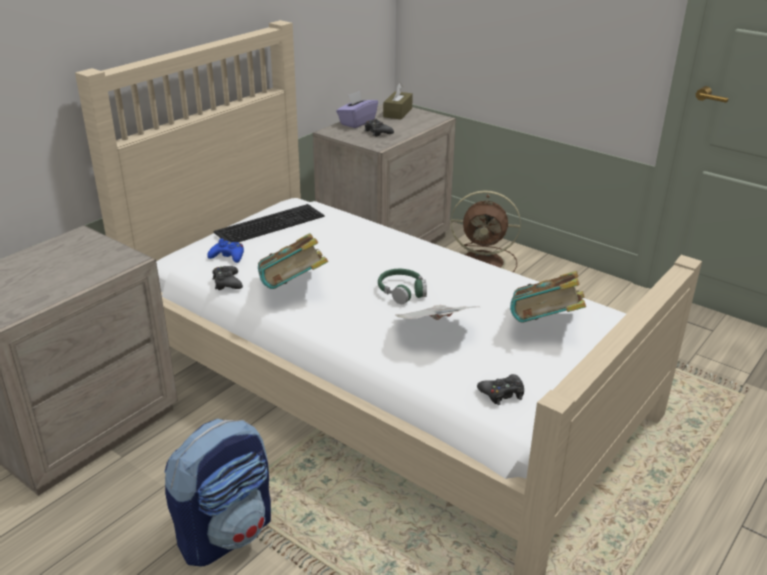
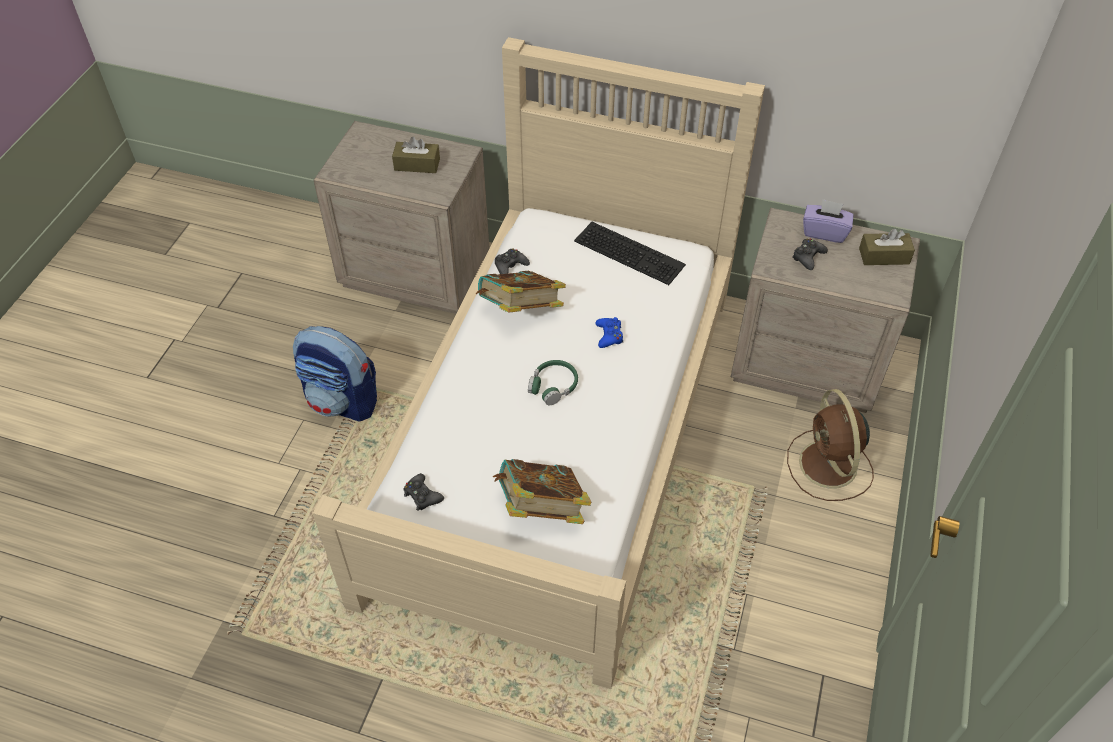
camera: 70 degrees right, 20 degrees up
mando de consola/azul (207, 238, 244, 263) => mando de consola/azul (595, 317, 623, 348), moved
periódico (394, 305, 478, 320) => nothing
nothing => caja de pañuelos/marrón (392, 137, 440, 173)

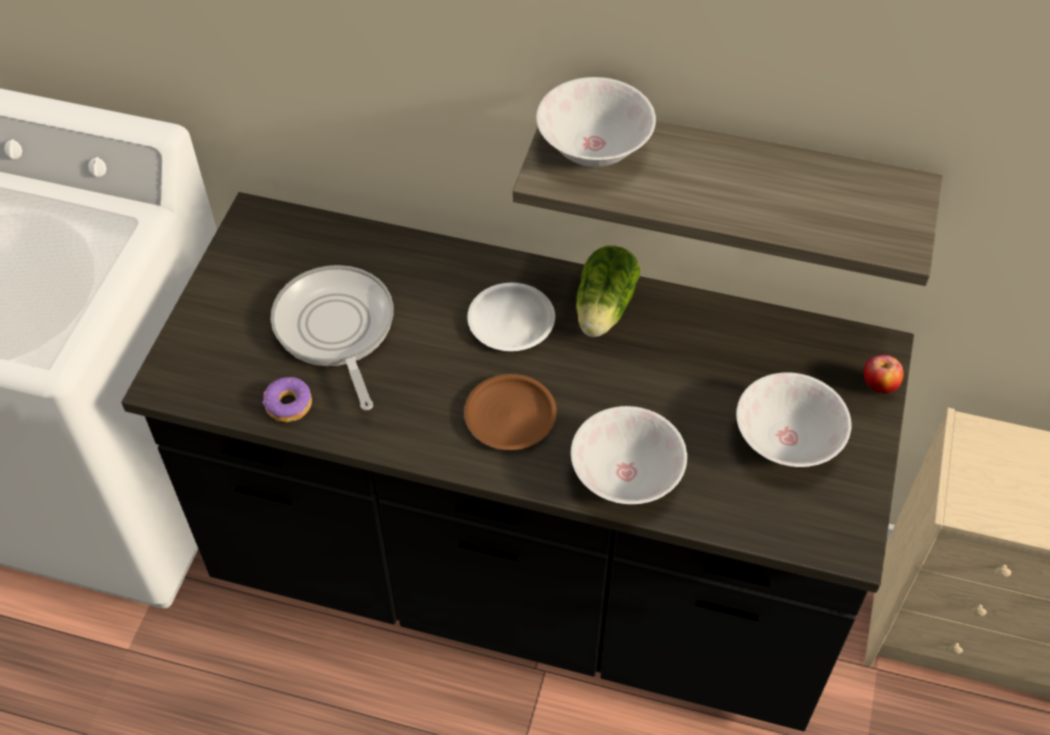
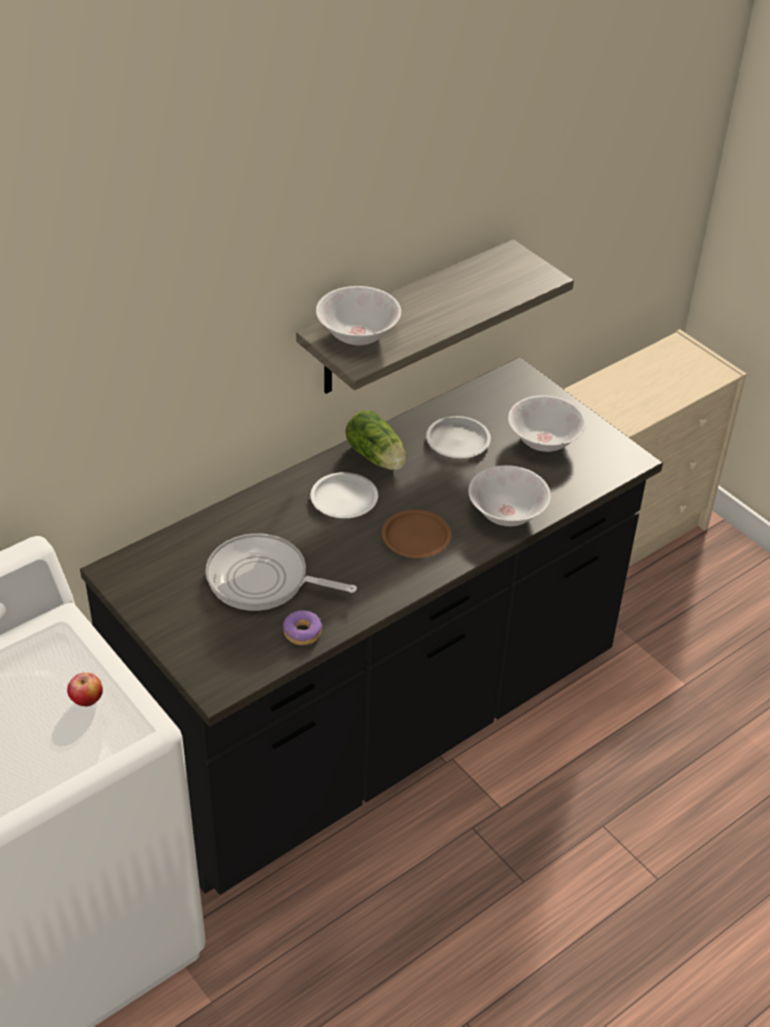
camera: 55 degrees left, 10 degrees down
manzana (864, 355, 904, 395) => manzana (67, 672, 103, 707), moved
nothing => plato/blanco (426, 416, 491, 458)

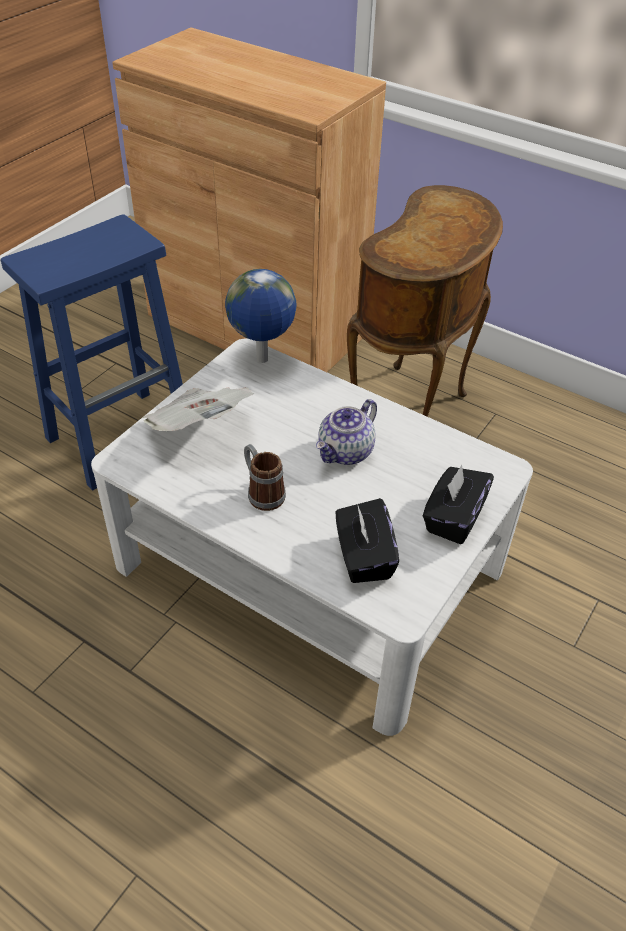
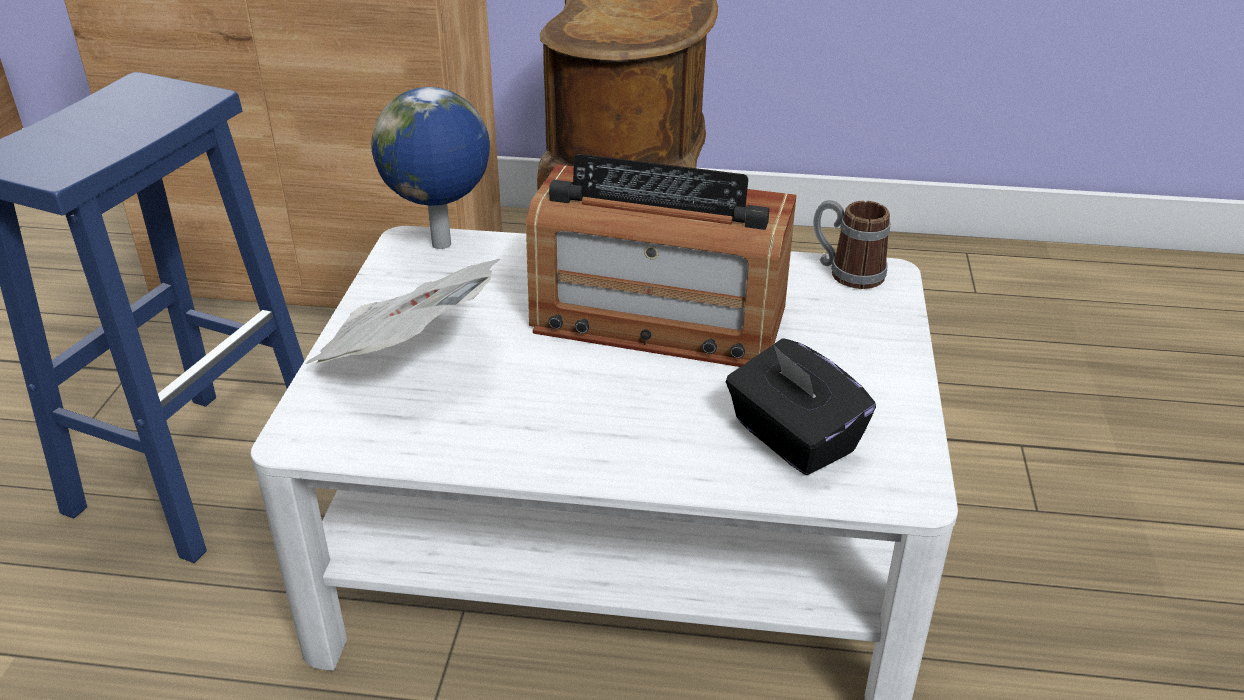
camera: 25 degrees left, 10 degrees down
tetera (316, 399, 377, 465) => radio (526, 154, 796, 367)
taza grande (244, 444, 286, 511) => taza grande (813, 200, 890, 289), moved
caja de pañuelos/negro (423, 465, 494, 544) => nothing

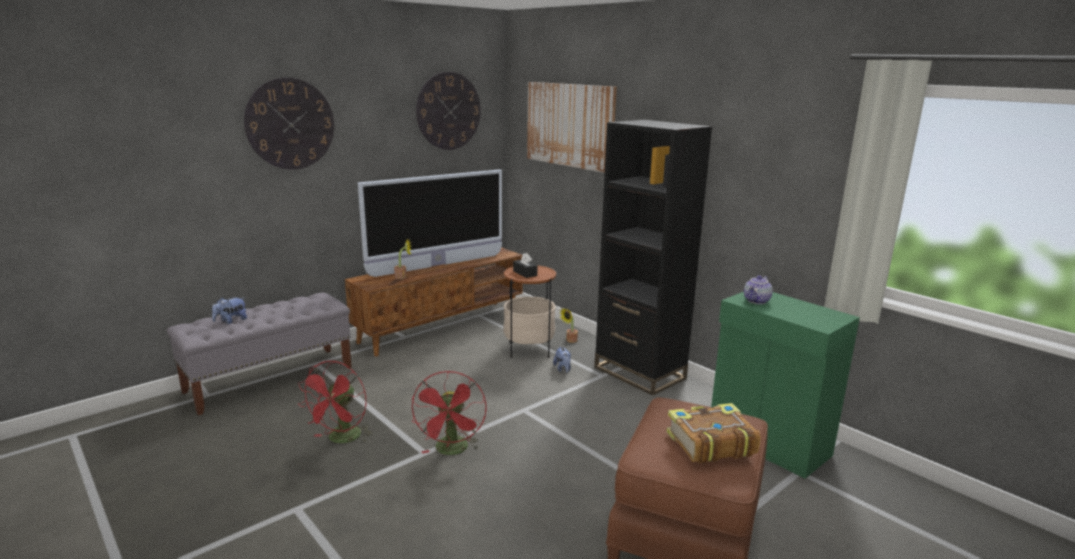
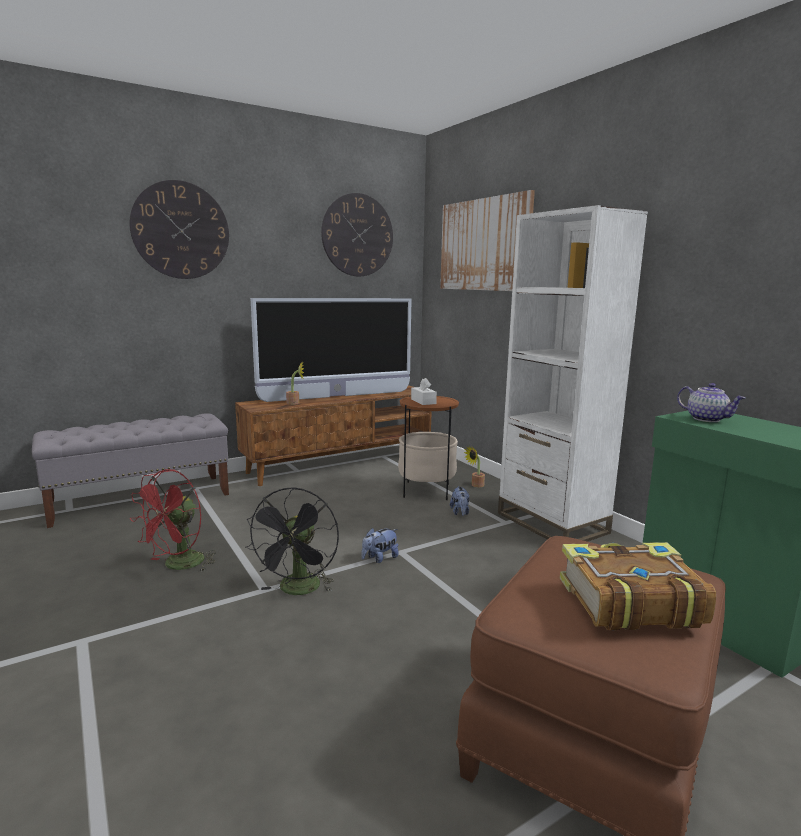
camera: 10 degrees right, 5 degrees down
estantería/negro (594, 120, 712, 395) => estantería/blanco (498, 205, 648, 542)
caja de pañuelos/negro (513, 253, 537, 278) => caja de pañuelos/blanco (411, 378, 437, 405)
tetera (744, 275, 773, 304) => tetera (677, 383, 745, 422), 90 degrees counterclockwise
peluche (212, 297, 247, 324) => peluche (361, 528, 399, 563), moved
ventilador/rojo (411, 371, 487, 455) => ventilador/negro (246, 487, 339, 595)

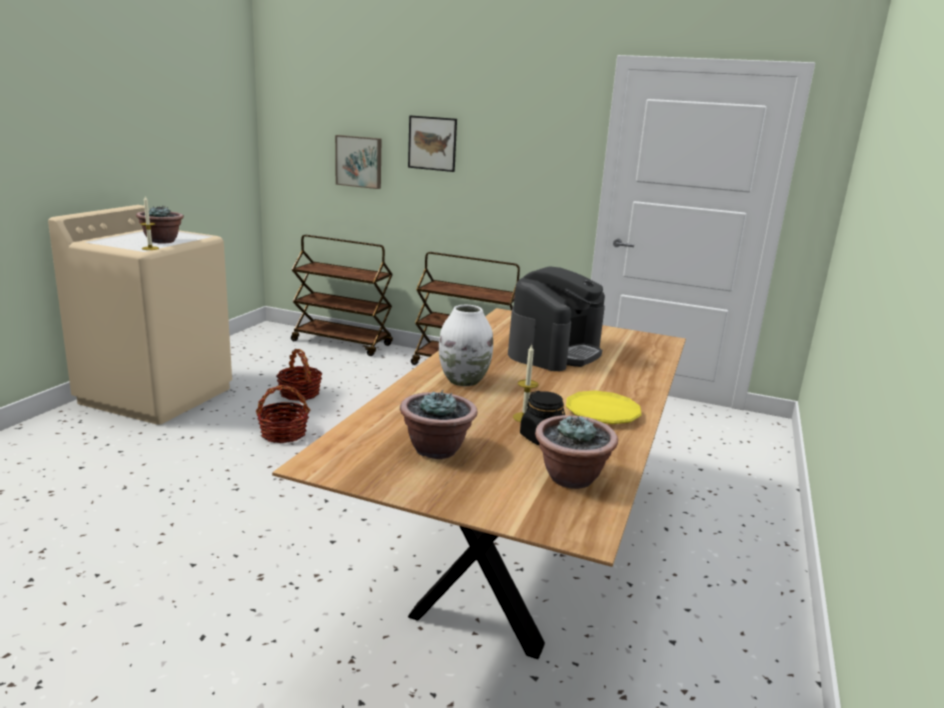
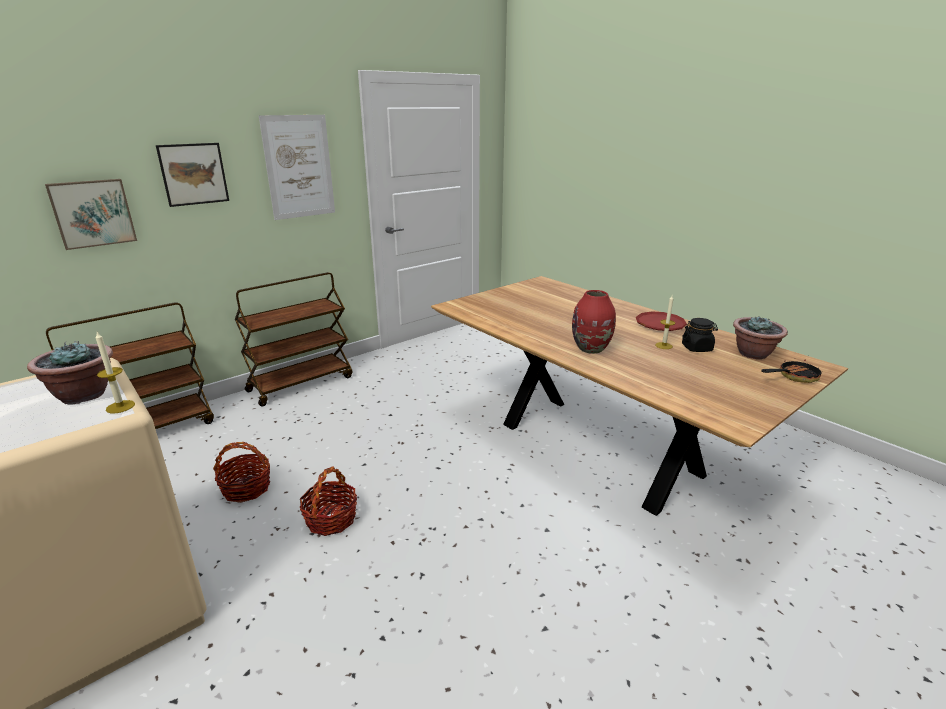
camera: 60 degrees left, 5 degrees up
cafetera (508, 266, 605, 371) => nothing
florero/blanco (439, 305, 493, 386) => florero/rojo (572, 290, 616, 354)
planta en maceta (400, 389, 478, 459) => nothing
plato/amarillo (566, 390, 642, 424) => plato/rojo (636, 311, 687, 331)
nothing => cuadro (259, 115, 335, 220)
nothing => sartén (761, 358, 823, 383)

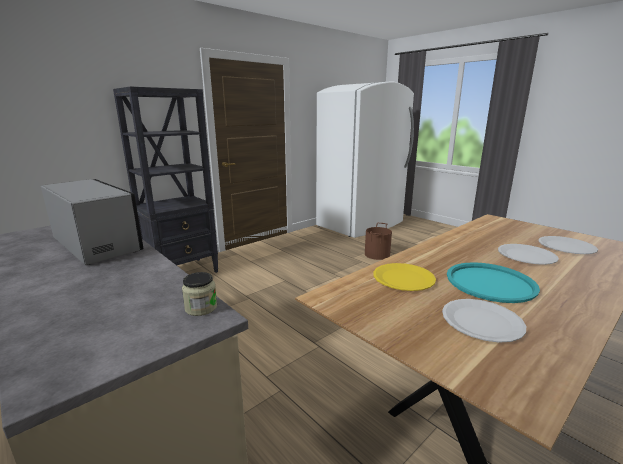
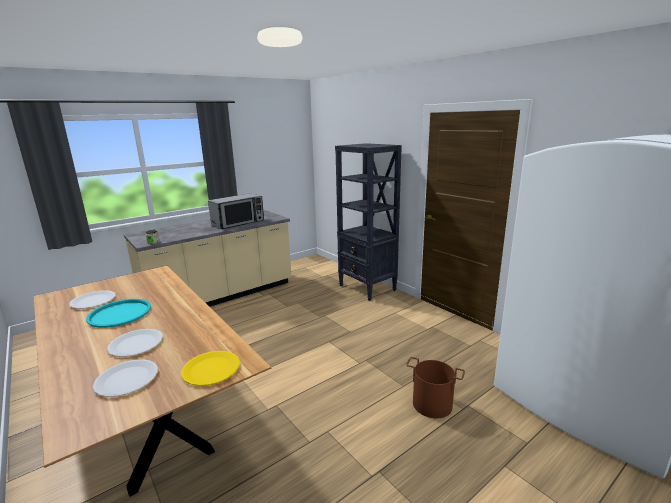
camera: 95 degrees right, 0 degrees up
plato/amarillo (373, 263, 436, 291) => plato/amarillo (181, 351, 240, 386), moved

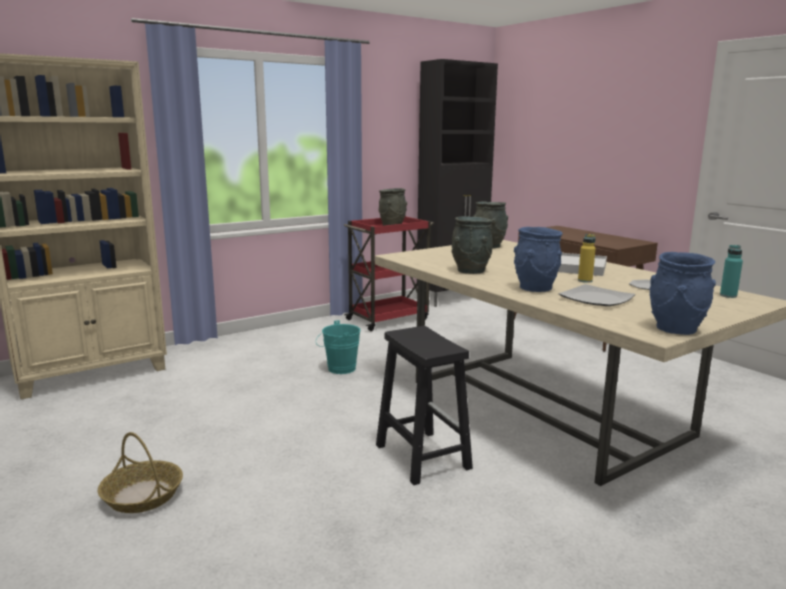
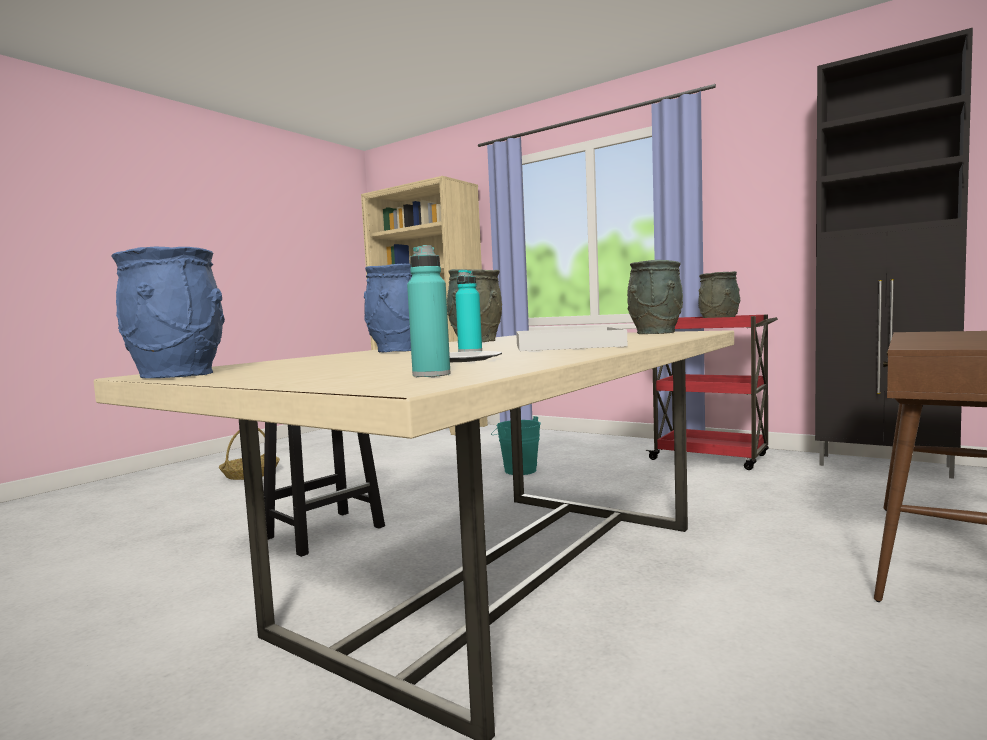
camera: 70 degrees right, 10 degrees down
botella/amarillo (578, 234, 596, 283) => botella/turquesa (455, 270, 482, 352)
plato (558, 284, 635, 306) => nothing

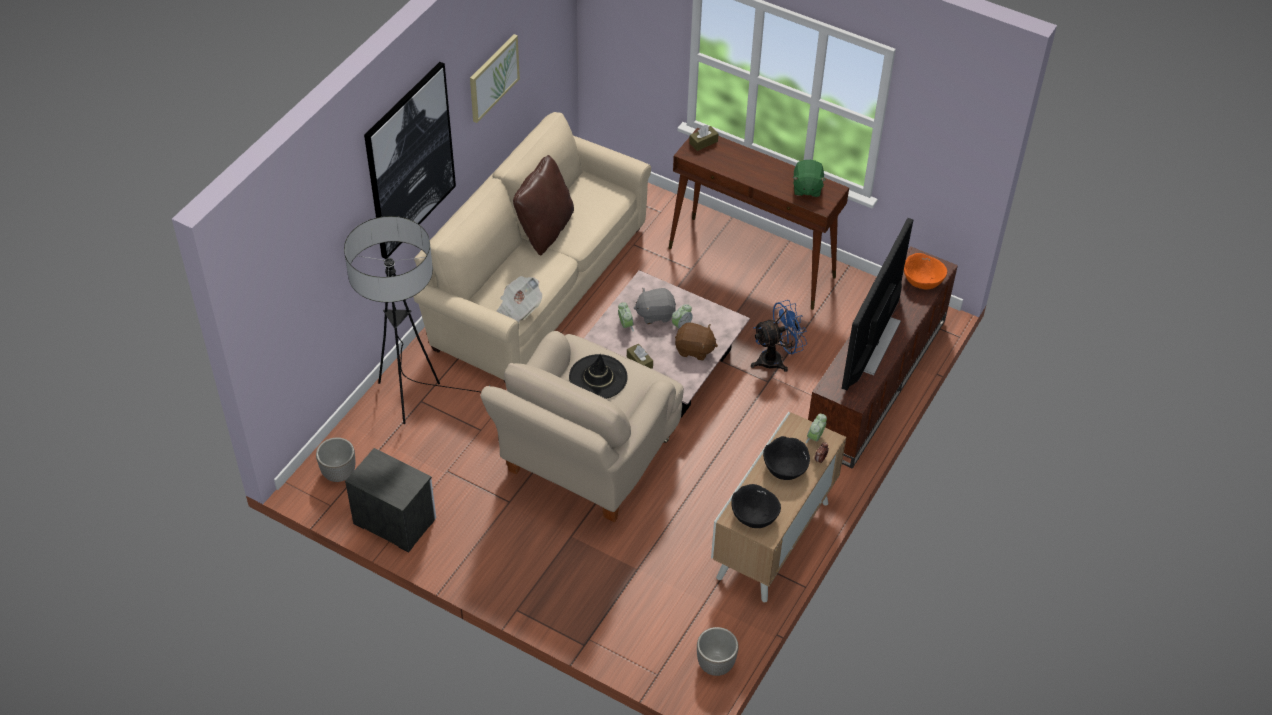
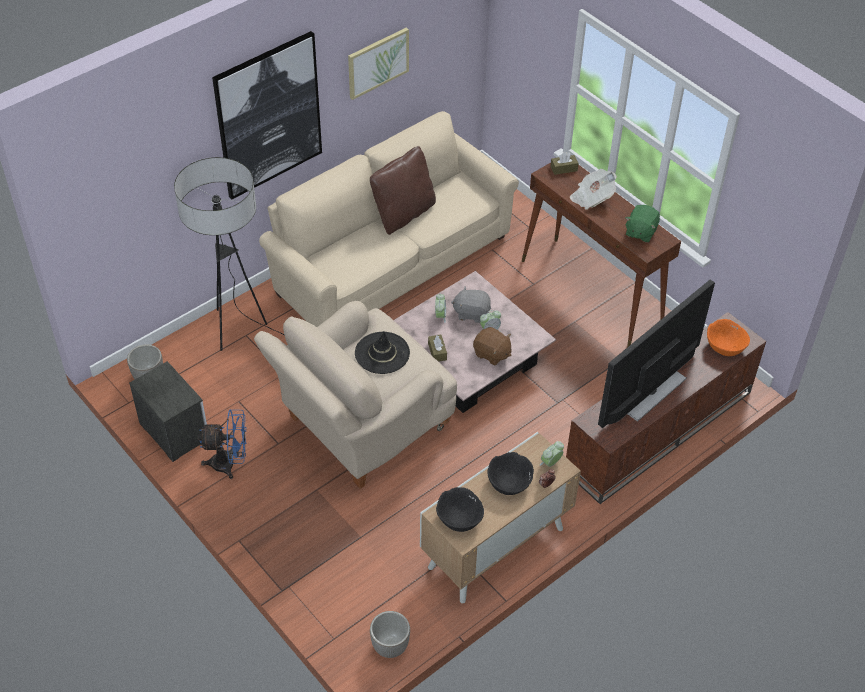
camera: 20 degrees right, 0 degrees up
periódico (496, 276, 542, 323) => periódico (570, 169, 617, 210), moved
ventilador/azul (751, 300, 807, 372) => ventilador/azul (198, 409, 247, 479), moved

